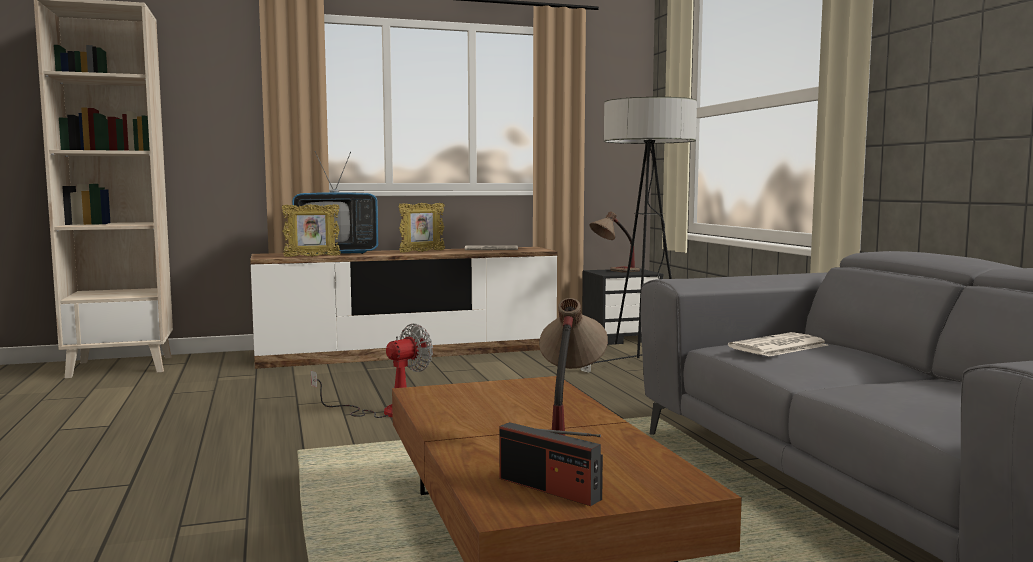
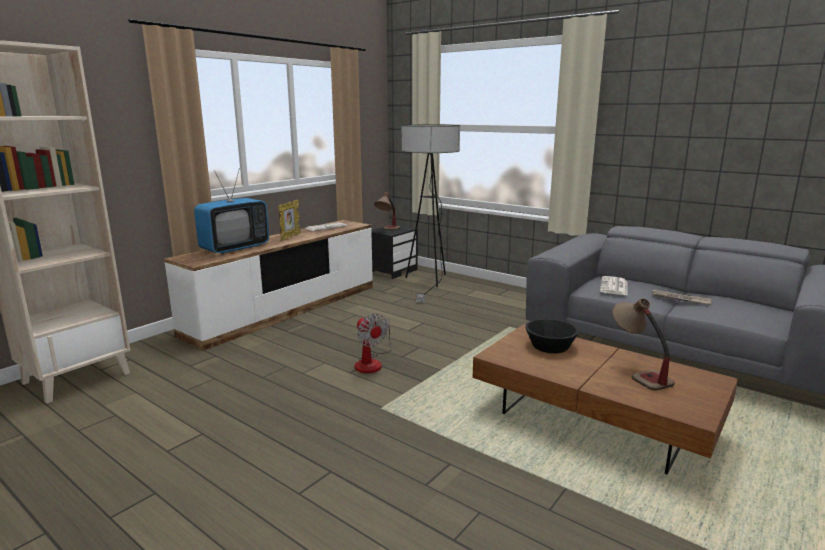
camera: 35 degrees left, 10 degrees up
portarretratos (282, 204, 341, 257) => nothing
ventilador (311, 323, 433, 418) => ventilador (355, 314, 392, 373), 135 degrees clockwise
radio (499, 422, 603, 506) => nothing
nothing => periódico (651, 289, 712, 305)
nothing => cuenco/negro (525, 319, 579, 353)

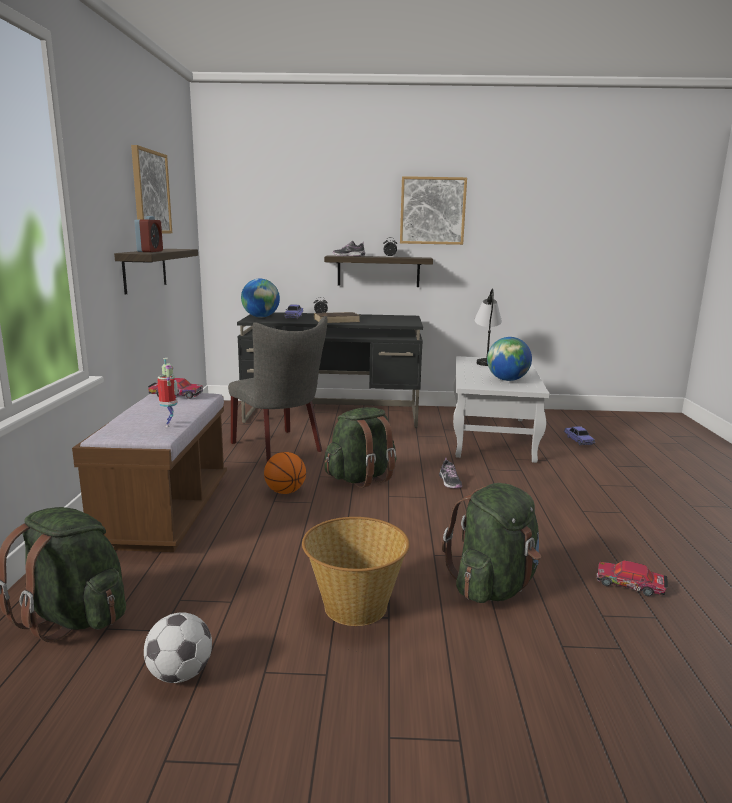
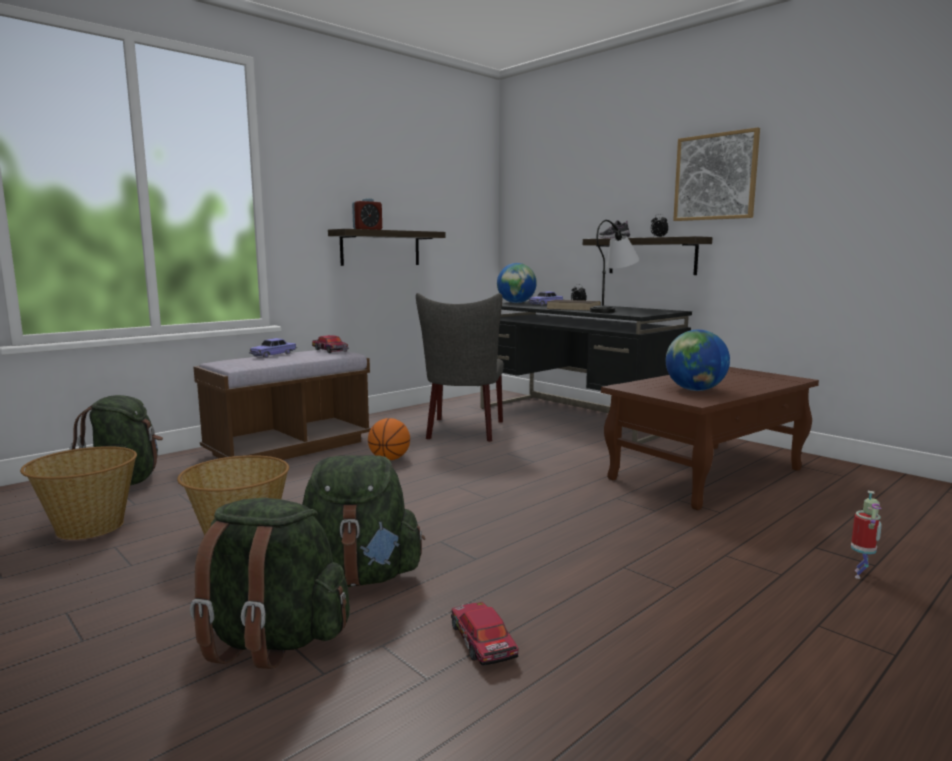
camera: 45 degrees right, 5 degrees down
cuadro (131, 145, 172, 234) => nothing
lámpara de mesa (474, 288, 502, 366) => lámpara de mesa (590, 220, 640, 313), moved
mesa de centro/blanco (453, 356, 550, 463) => mesa de centro/marrón (601, 367, 819, 510)
robot de juguete (157, 358, 178, 427) => robot de juguete (851, 491, 882, 579), moved
mochila/verde (324, 407, 396, 488) => mochila/verde (190, 498, 350, 669), moved
coche de juguete (564, 426, 595, 445) => coche de juguete (249, 338, 298, 358), moved
zapato (439, 458, 462, 488) => nothing
balón de fútbol (144, 612, 212, 683) => cesta (20, 446, 137, 540)

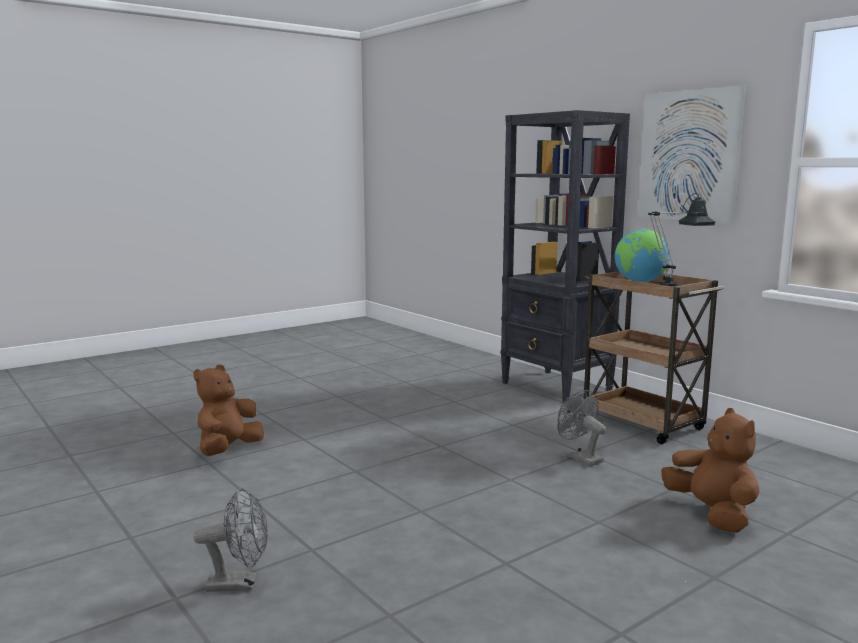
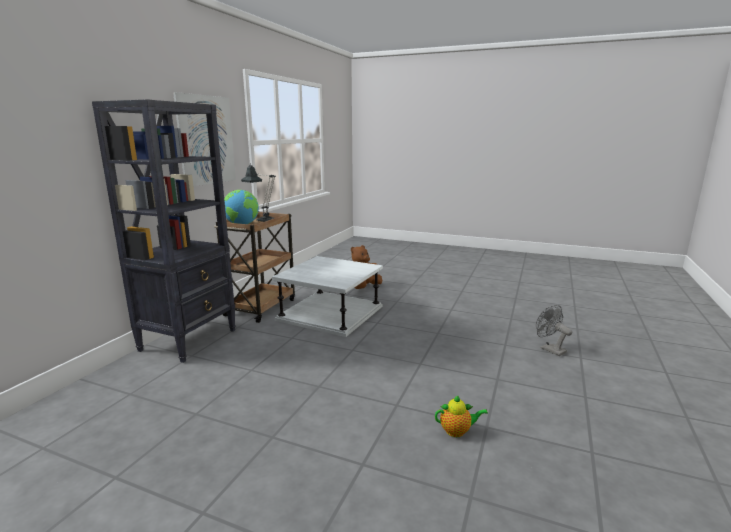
camera: 120 degrees left, 5 degrees up
peluche/marrón (193, 365, 264, 456) => tetera (435, 395, 488, 437)
ventilador/gris (557, 390, 606, 466) => mesa auxiliar/blanco (272, 256, 383, 337)

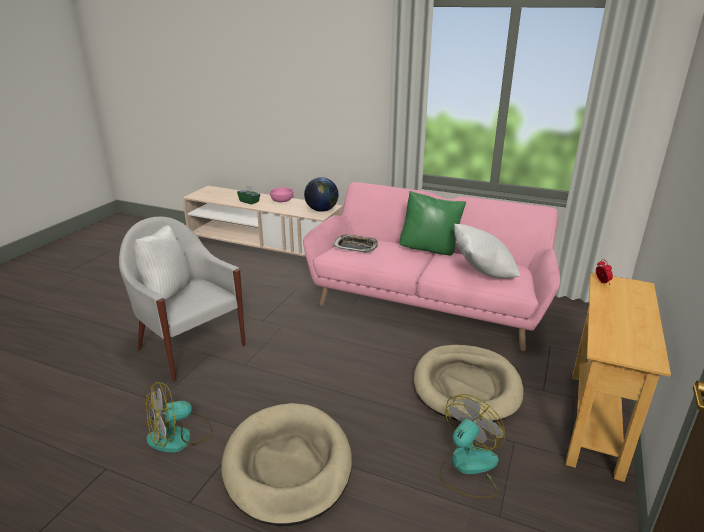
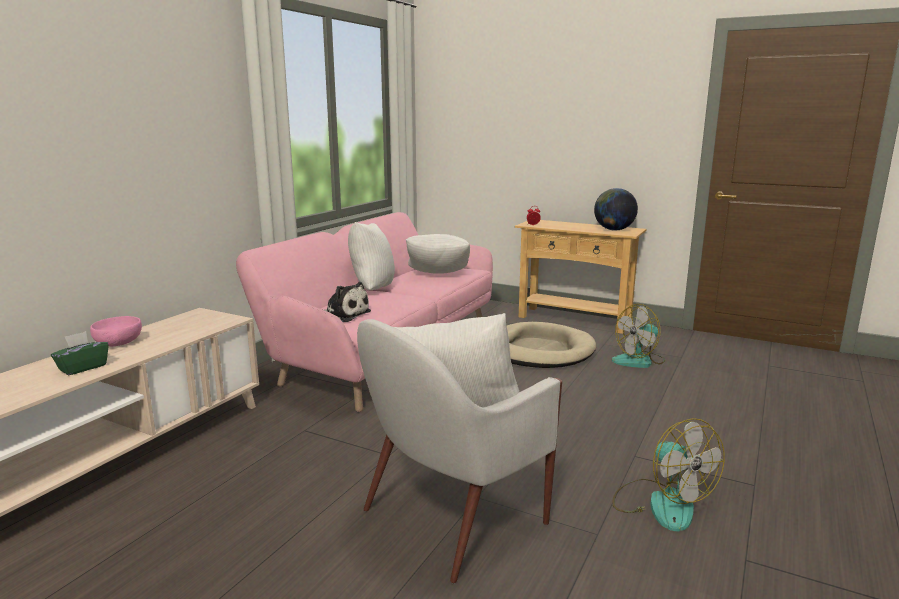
camera: 85 degrees left, 10 degrees down
globo terráqueo (304, 177, 339, 212) => globo terráqueo (594, 188, 638, 231), moved
cojín/verde (399, 191, 466, 256) => cojín/blanco (348, 222, 395, 290)
bandeja (334, 235, 378, 253) => peluche (324, 282, 371, 322)
ventilador (439, 394, 505, 498) => ventilador (612, 304, 665, 368), 75 degrees counterclockwise
cama para perro/beis (221, 403, 352, 526) => nothing

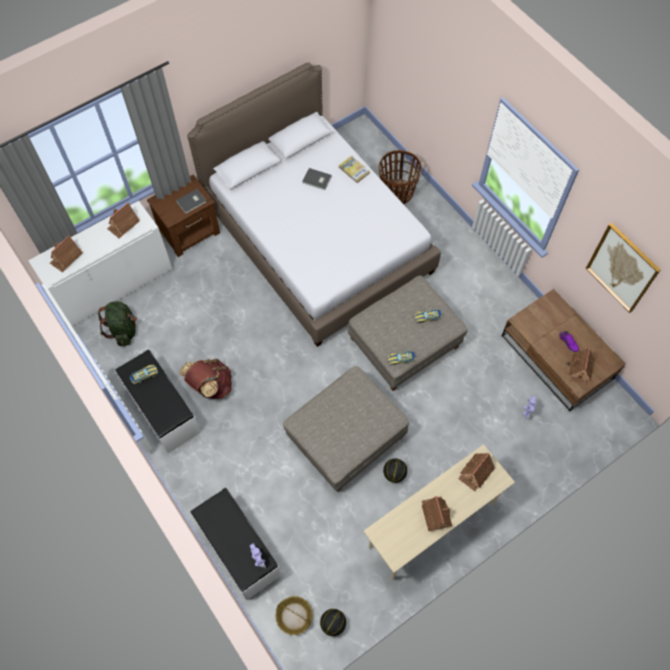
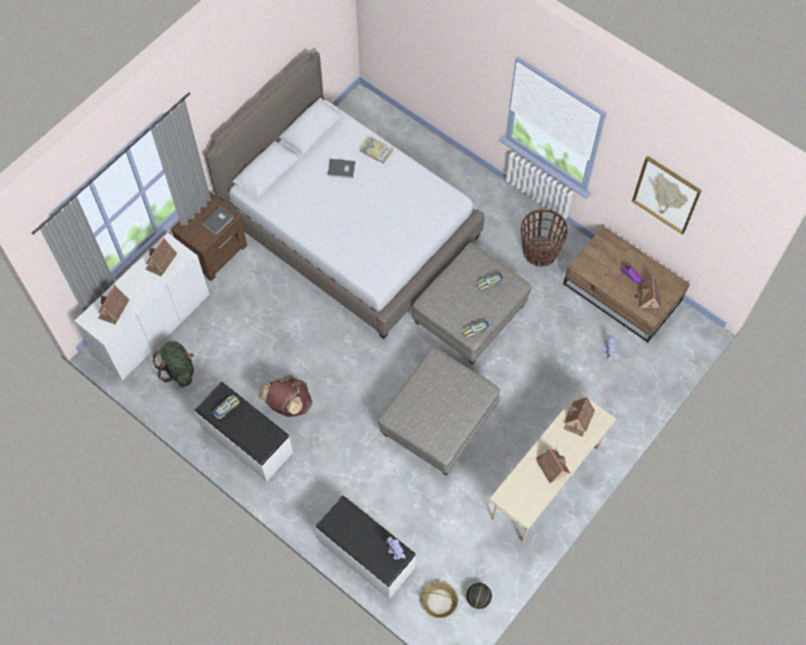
camera: 15 degrees left, 0 degrees up
cesta (379, 150, 422, 204) => cesta (521, 209, 568, 267), moved
balón de baloncesto (383, 458, 407, 483) => nothing

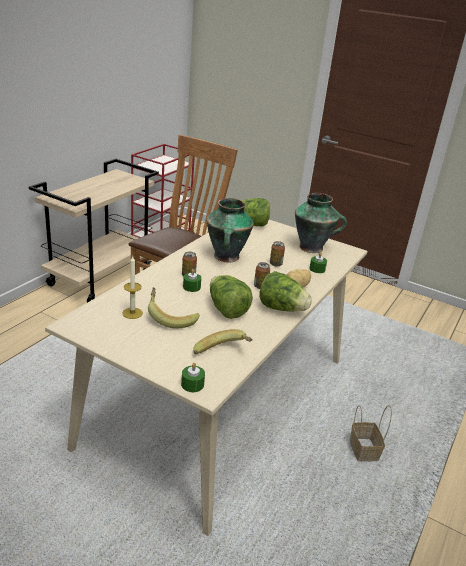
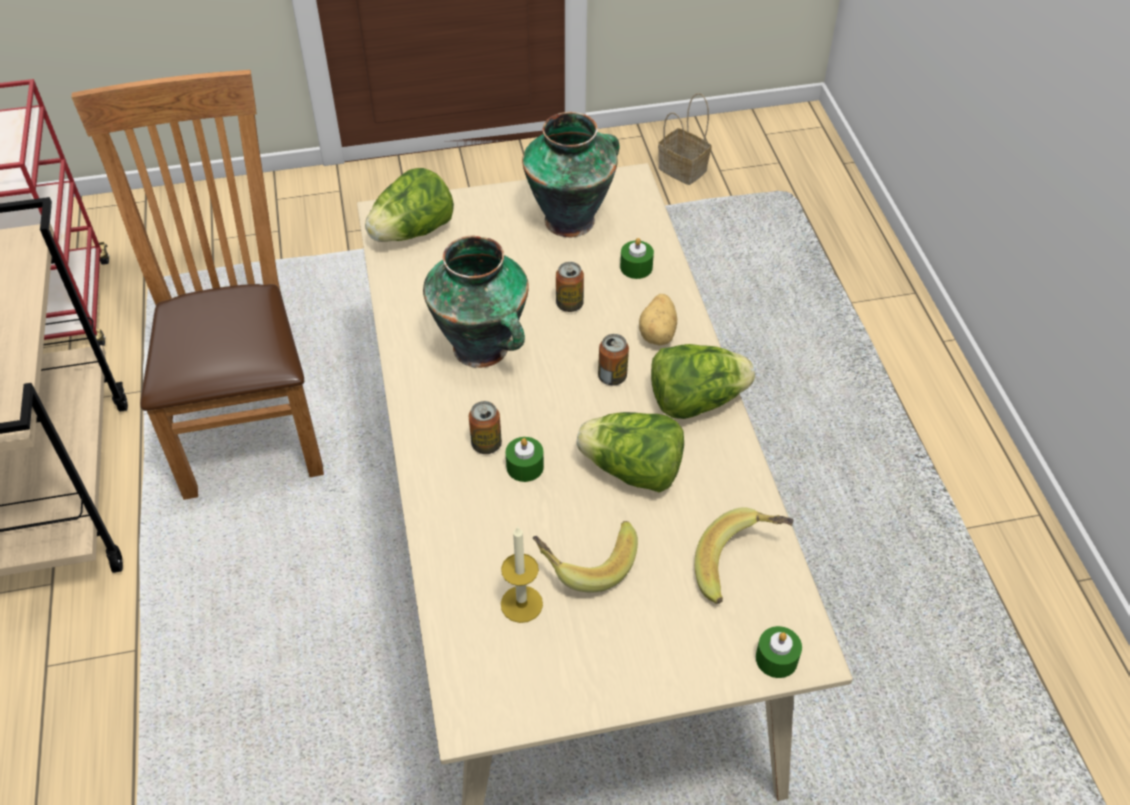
camera: 40 degrees left, 20 degrees up
cesta (350, 405, 392, 462) => cesta (658, 93, 712, 185), moved

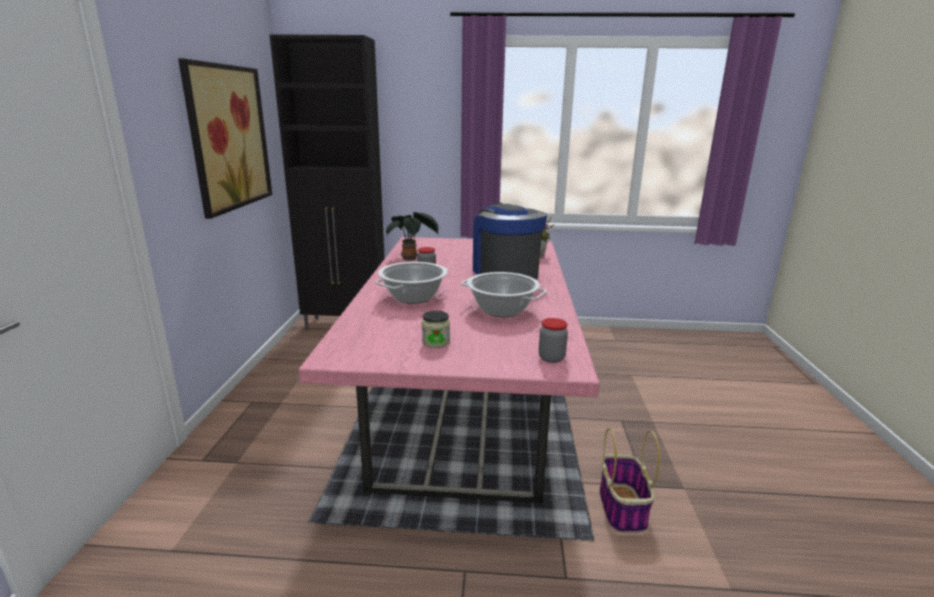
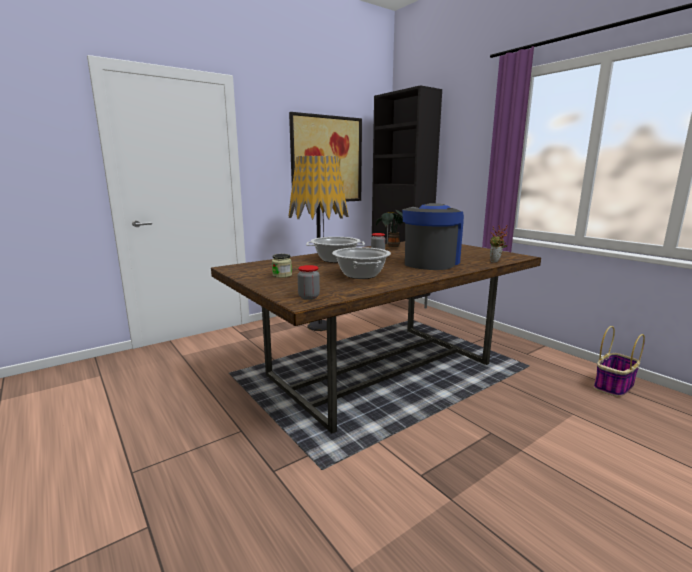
camera: 50 degrees right, 5 degrees down
mesa de comedor/rosa (298, 237, 600, 503) => mesa de comedor/marrón (211, 241, 541, 433)
cesta (600, 428, 660, 533) => cesta (594, 326, 645, 397), moved
nothing => lámpara de pie (289, 156, 349, 331)

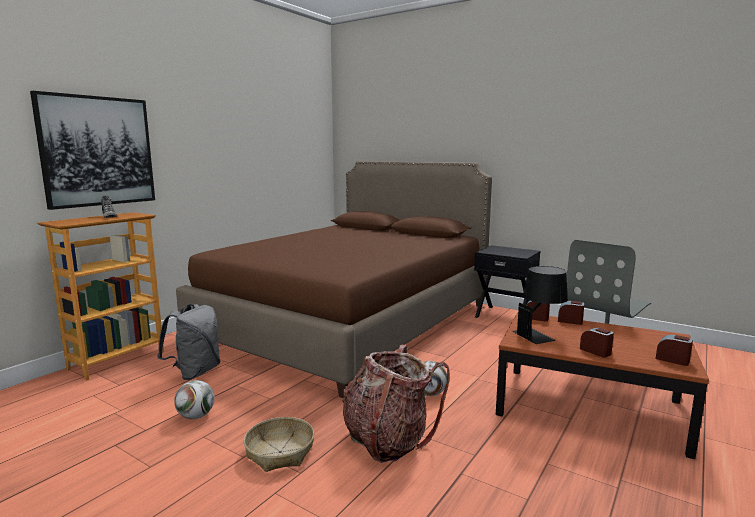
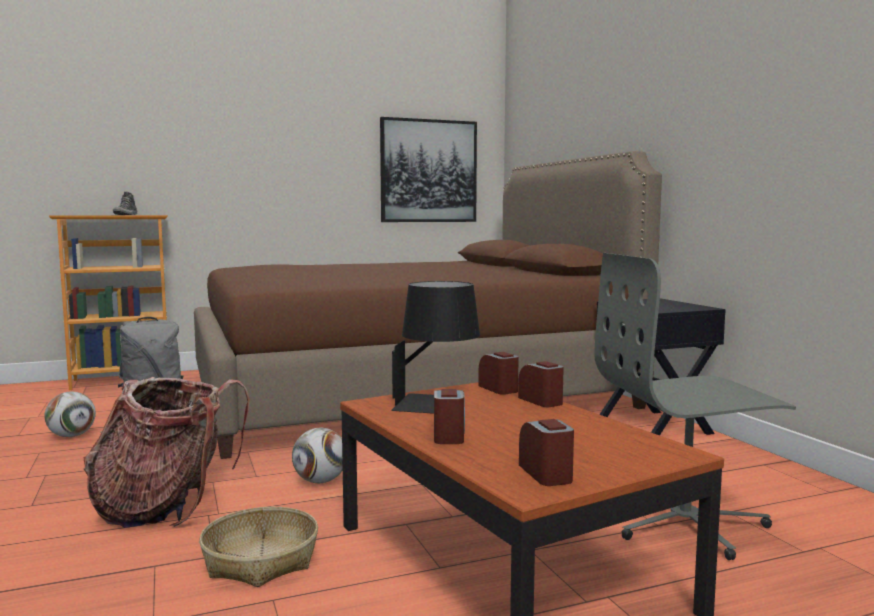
camera: 35 degrees right, 5 degrees down
cuadro (30, 91, 155, 210) => cuadro (380, 117, 477, 222), moved
cesta (244, 417, 314, 472) => cesta (199, 507, 318, 587), moved

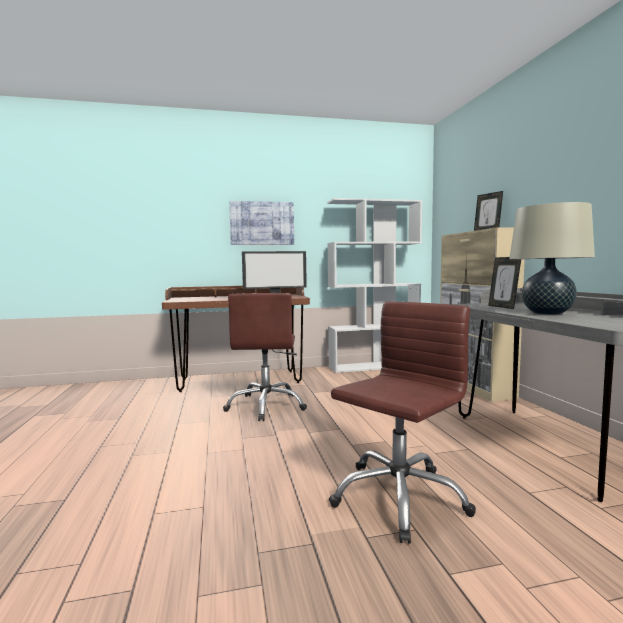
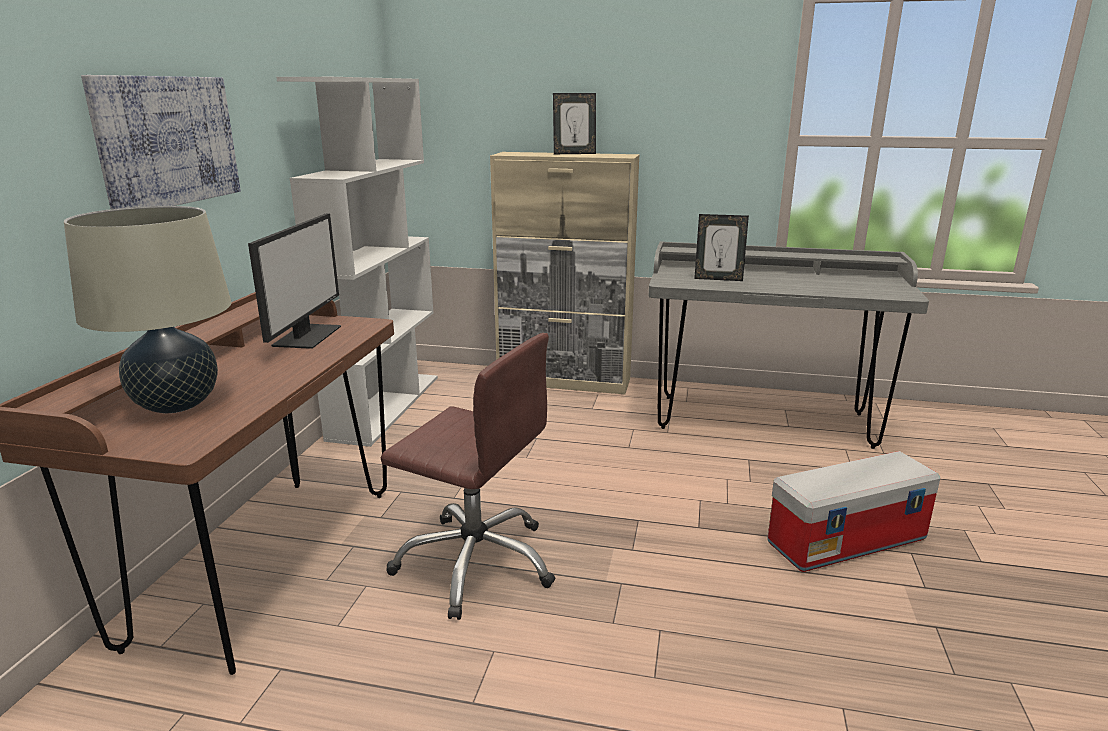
camera: 65 degrees left, 15 degrees up
lámpara de mesa/beis (509, 202, 595, 315) => lámpara de mesa/beis (64, 206, 232, 413), moved
silla de oficina/marrón (329, 301, 476, 544) => caja de almacenaje (767, 451, 940, 572)

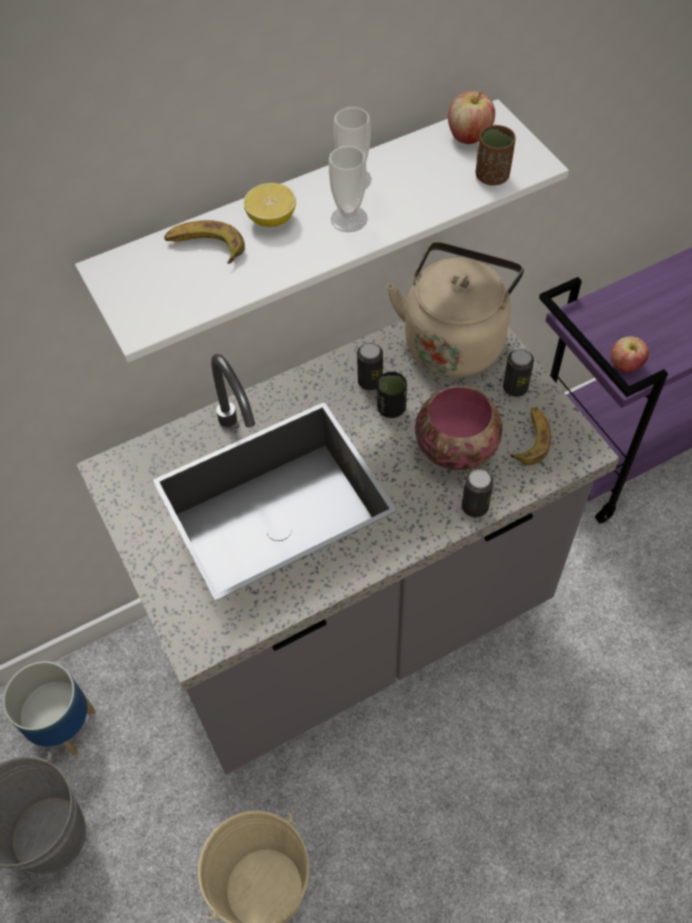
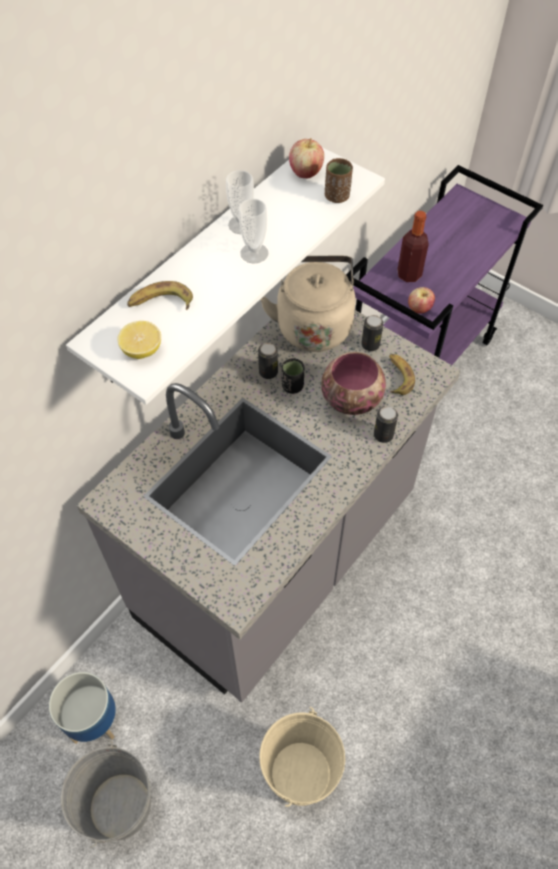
camera: 25 degrees left, 0 degrees up
limón (244, 183, 296, 227) => limón (118, 321, 161, 359), moved
nothing => botella (397, 211, 429, 282)

